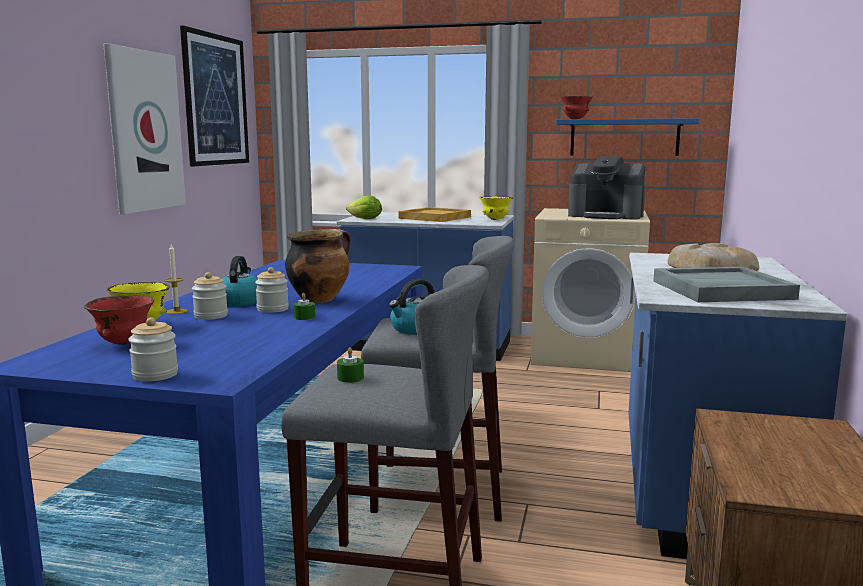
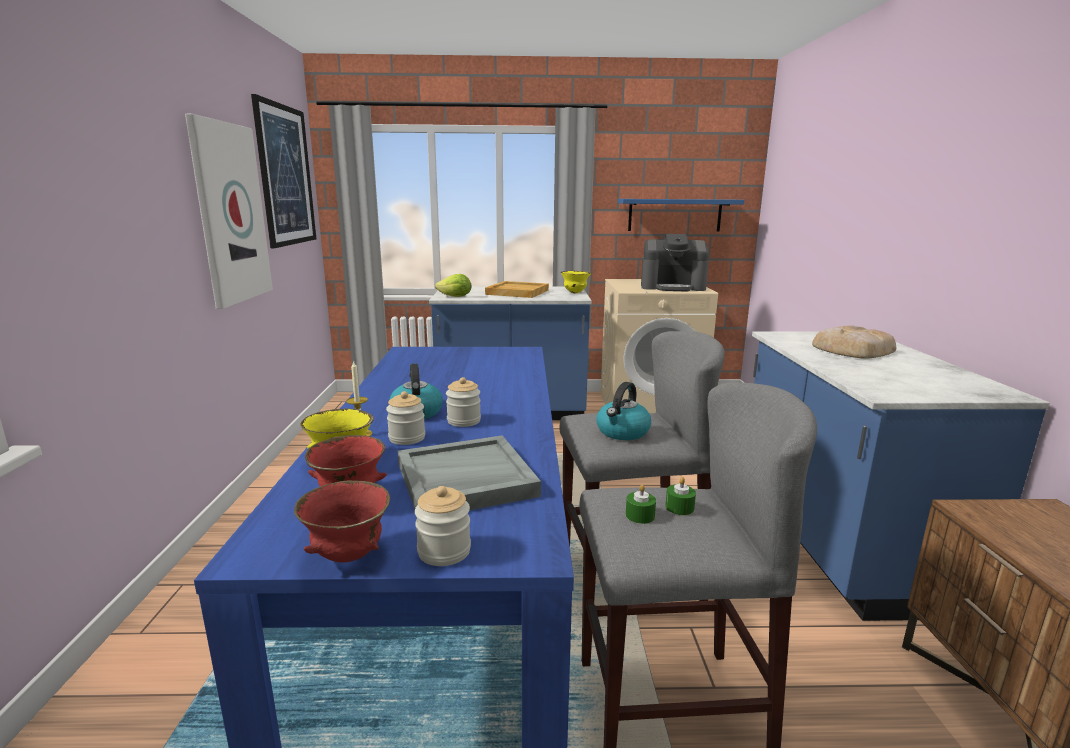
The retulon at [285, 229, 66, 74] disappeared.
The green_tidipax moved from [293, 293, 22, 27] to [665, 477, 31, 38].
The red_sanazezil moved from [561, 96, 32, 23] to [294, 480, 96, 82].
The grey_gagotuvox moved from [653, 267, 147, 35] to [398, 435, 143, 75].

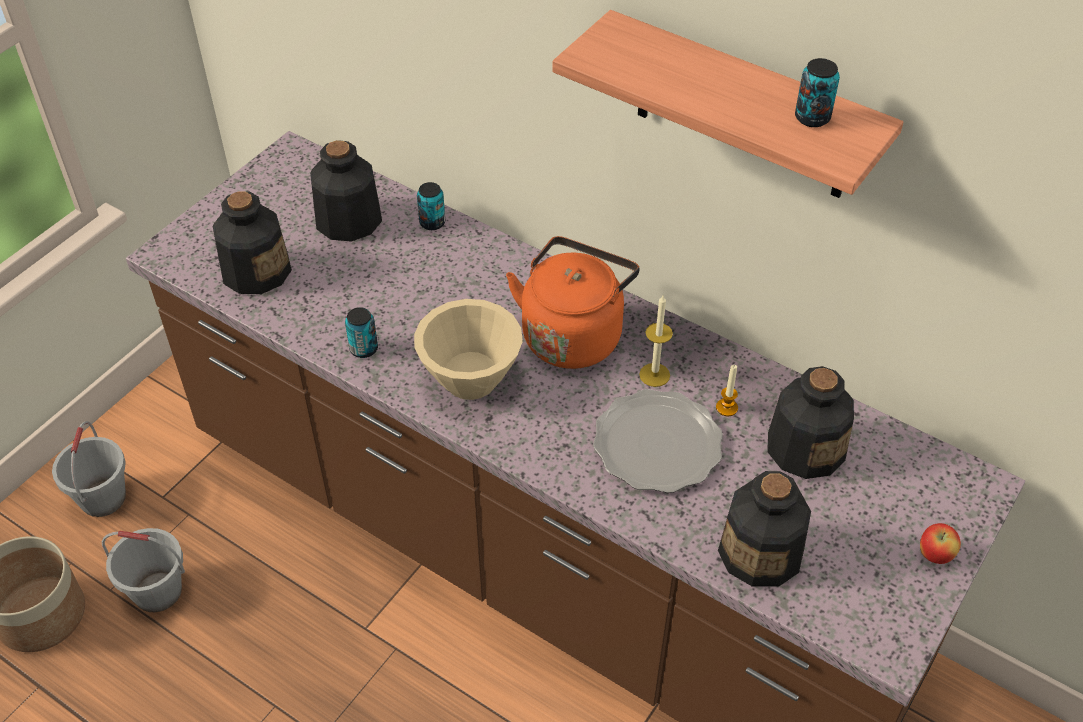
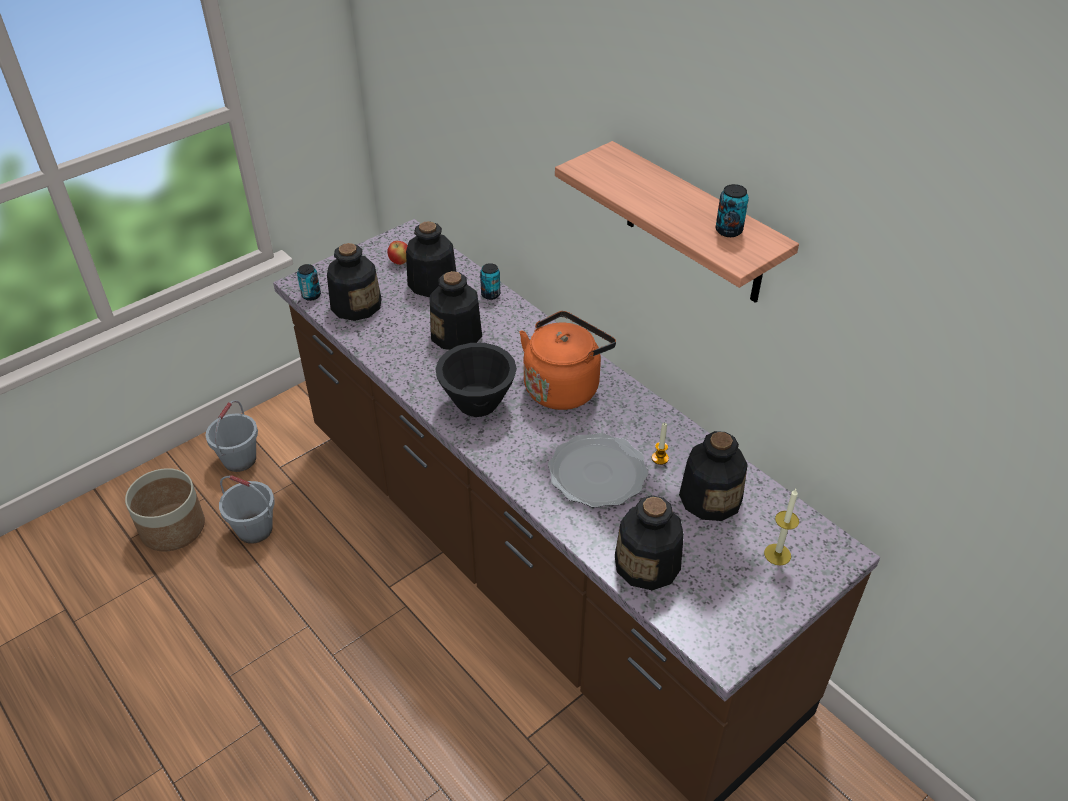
The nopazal moved from [345, 307, 33, 51] to [297, 264, 24, 37].
The beige_sanazezil at [414, 299, 109, 101] became the black_sanazezil at [435, 343, 82, 74].
The tidipax moved from [639, 295, 34, 92] to [764, 489, 35, 77].
The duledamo moved from [920, 523, 41, 41] to [387, 241, 21, 24].
The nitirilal at [430, 271, 52, 79] appeared.

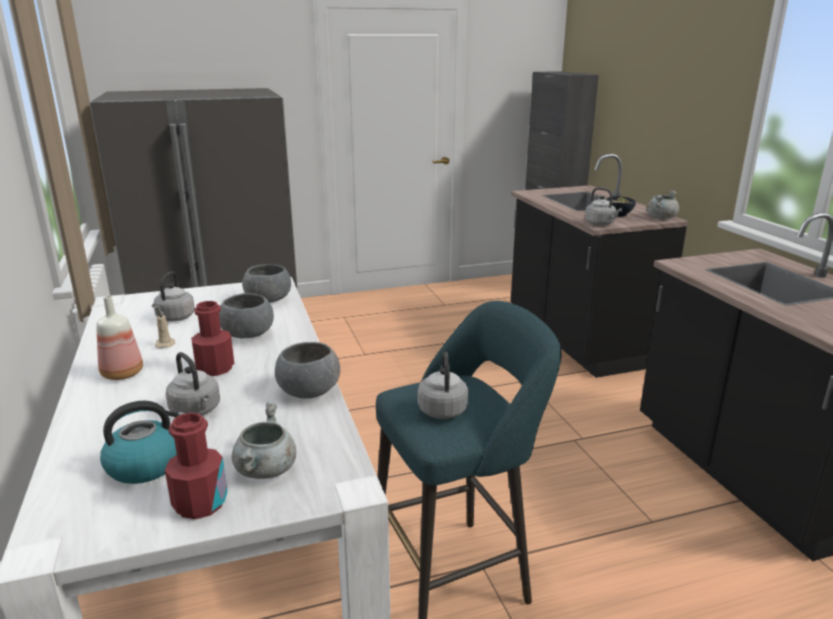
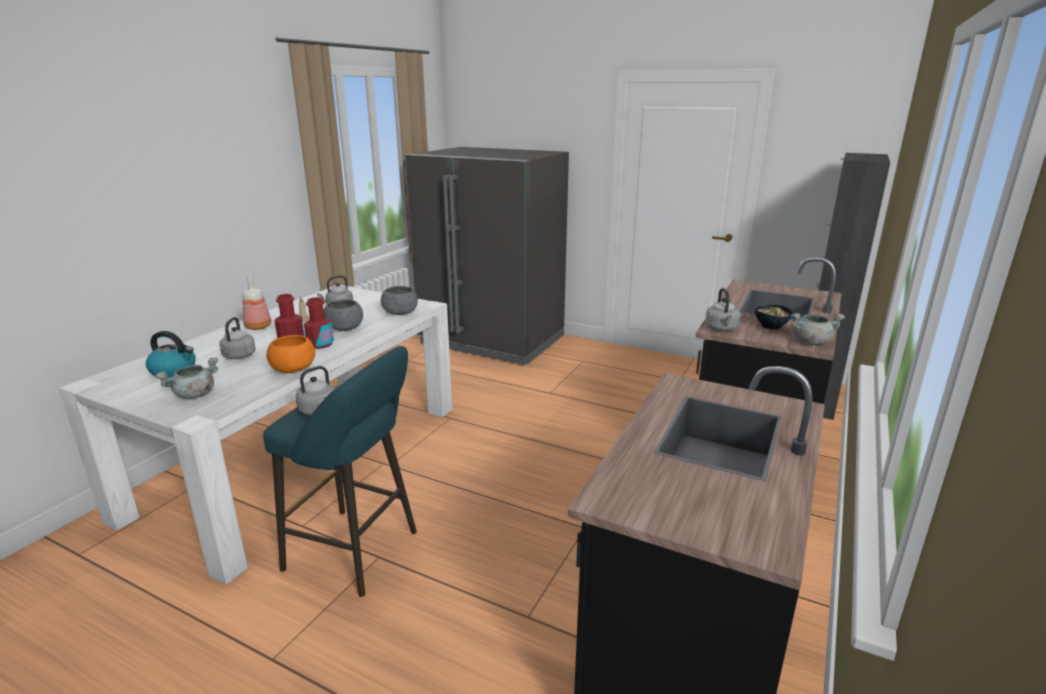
The red_nitirilal moved from [165, 413, 62, 106] to [304, 297, 30, 52].
The grey_sanazezil at [275, 342, 65, 57] became the orange_sanazezil at [266, 335, 49, 38].

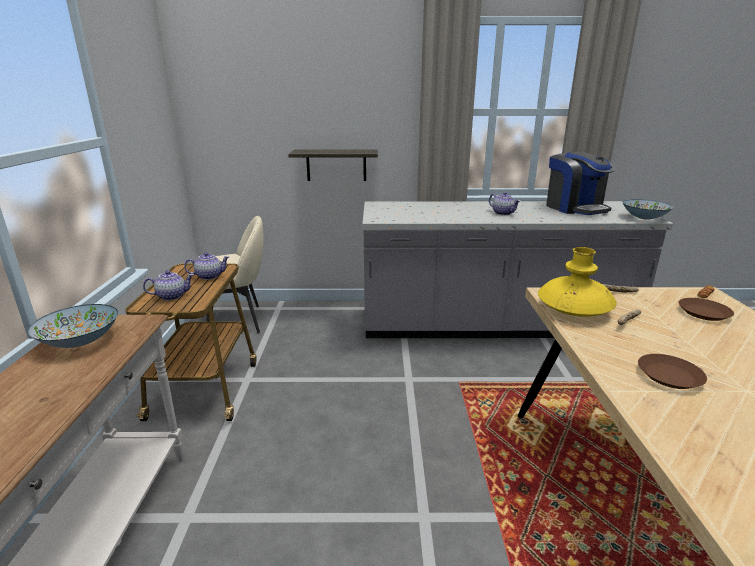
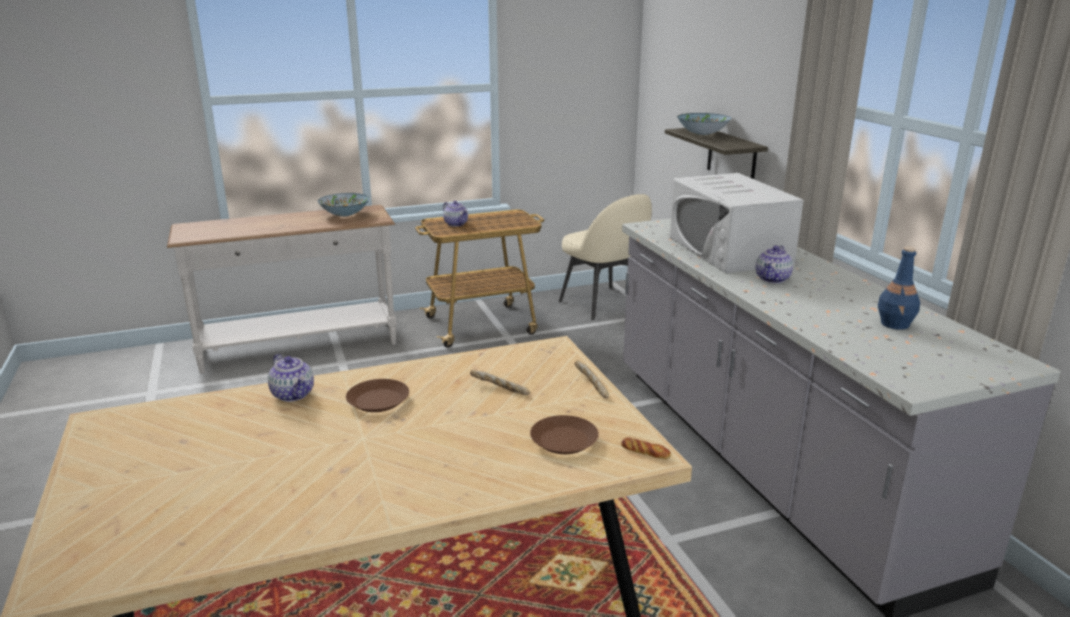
The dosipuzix moved from [184, 252, 45, 28] to [268, 354, 46, 48].
The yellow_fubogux at [538, 247, 79, 70] disappeared.
The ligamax at [546, 151, 69, 64] was replaced by the blue_nitirilal at [878, 246, 42, 84].
The sanazezil moved from [622, 199, 52, 21] to [677, 113, 54, 22].
The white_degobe at [670, 173, 134, 100] appeared.

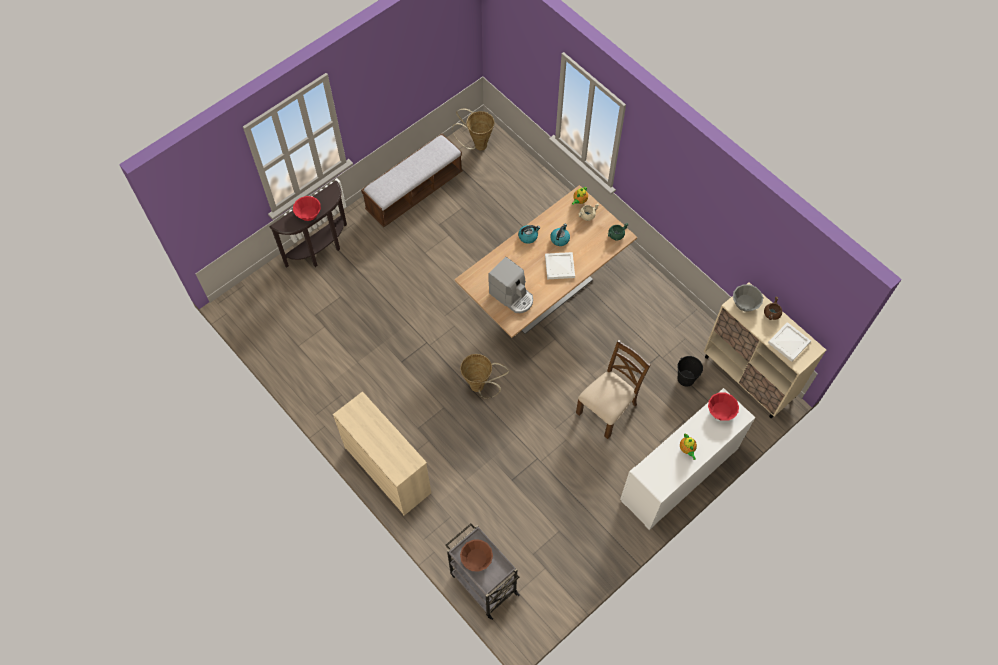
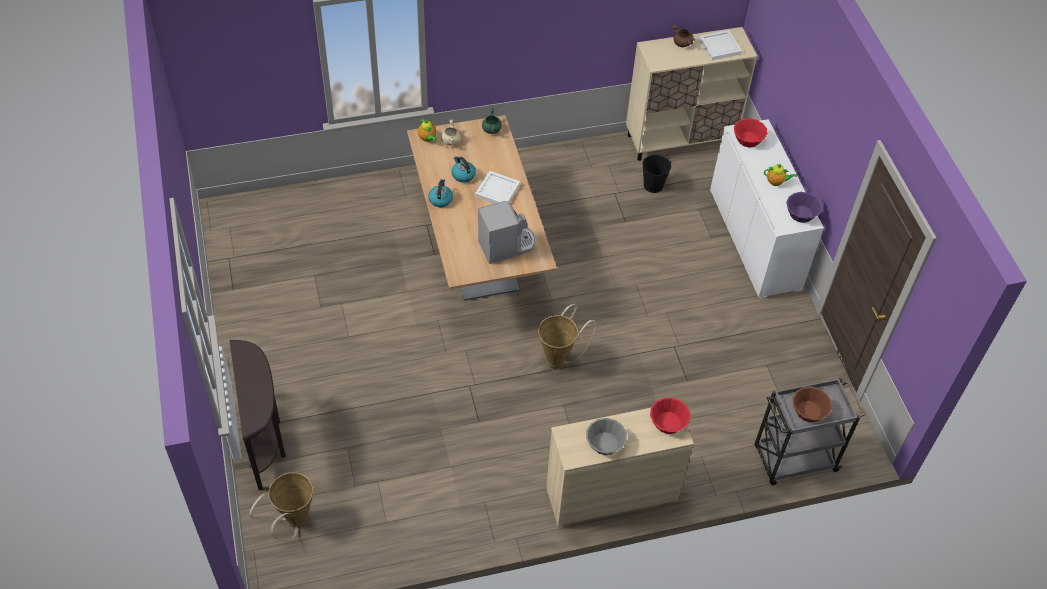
The red_sanazezil moved from [293, 196, 28, 25] to [650, 398, 41, 36].
The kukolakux at [361, 134, 102, 93] disappeared.
The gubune moved from [452, 108, 42, 43] to [249, 472, 64, 69].
The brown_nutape at [576, 340, 75, 99] disappeared.
The grey_sanazezil moved from [733, 284, 30, 28] to [586, 418, 41, 37].
The purple_sanazezil at [786, 192, 36, 31] appeared.

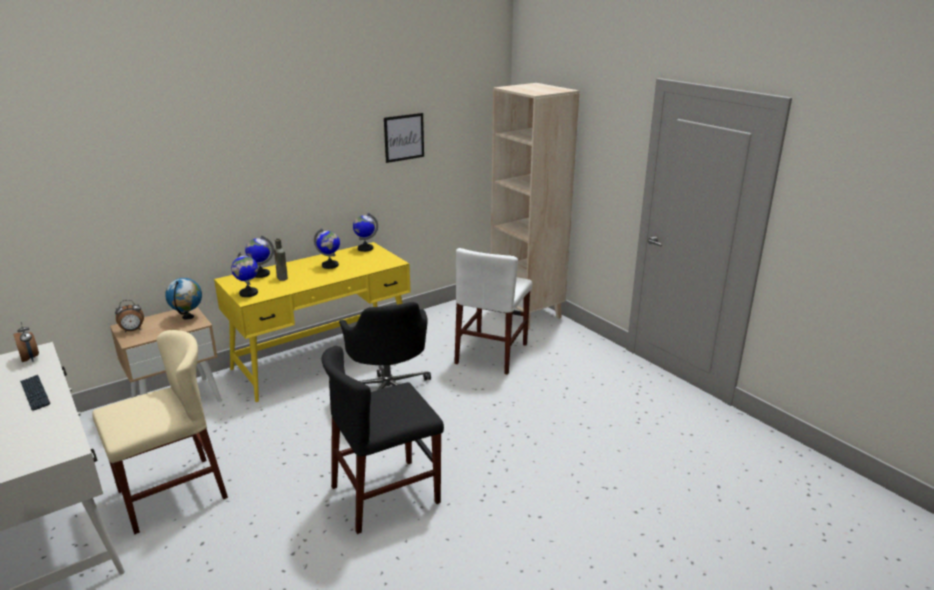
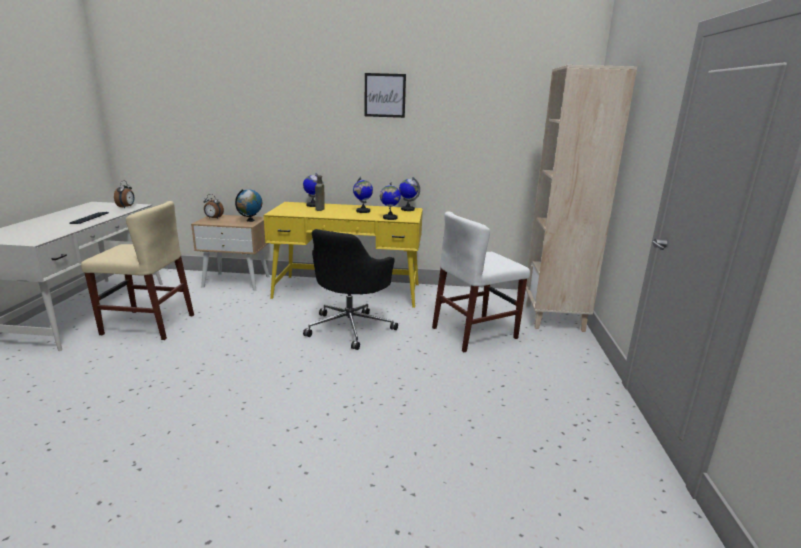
The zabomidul moved from [231, 252, 27, 45] to [380, 182, 21, 38].
The black_nutape at [322, 346, 122, 188] disappeared.
The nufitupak moved from [384, 113, 40, 50] to [365, 73, 41, 45].

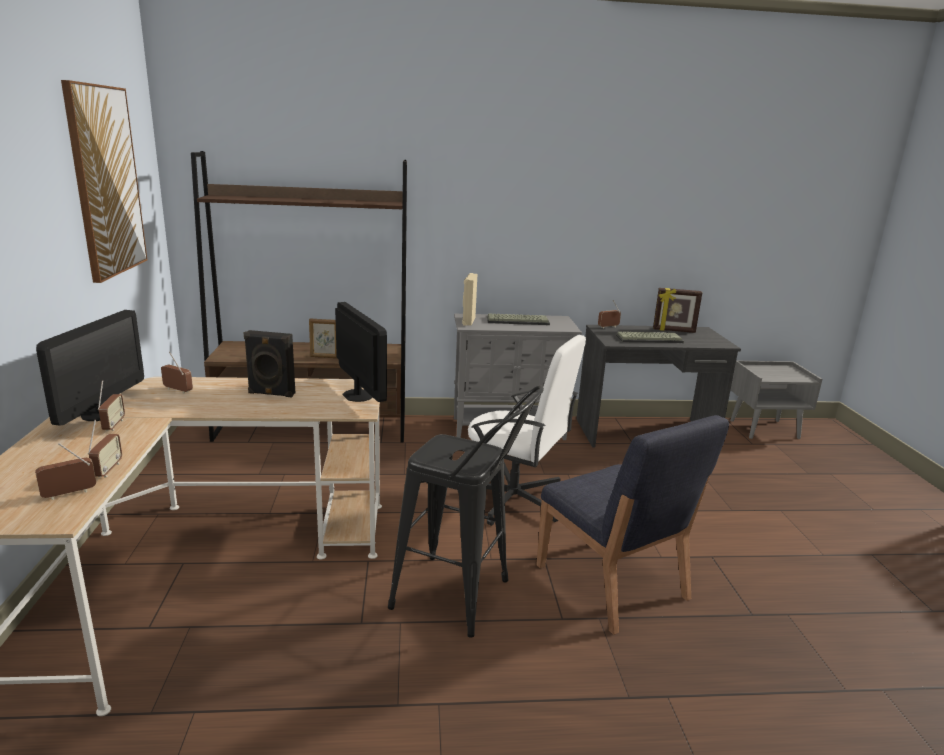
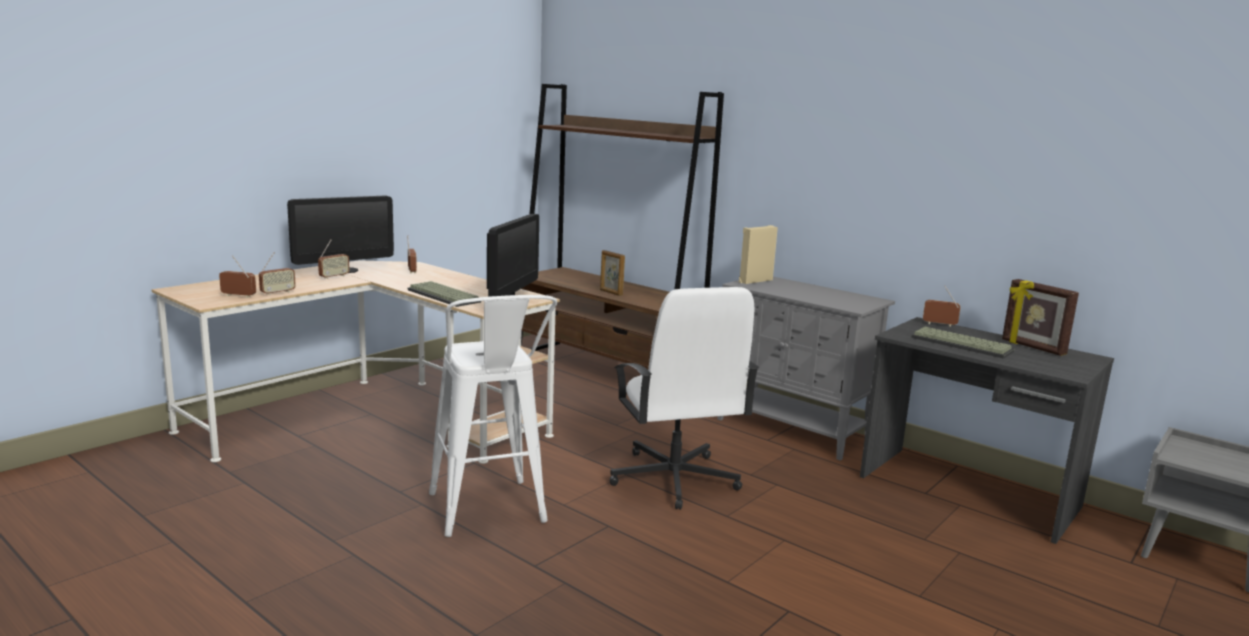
The nufitupak at [61, 80, 86, 203] disappeared.
The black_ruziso at [244, 330, 51, 67] disappeared.
The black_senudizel at [388, 385, 156, 253] became the white_senudizel at [429, 295, 128, 242].
The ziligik moved from [487, 313, 63, 12] to [408, 281, 73, 26].
The blue_nutape at [536, 415, 193, 220] disappeared.

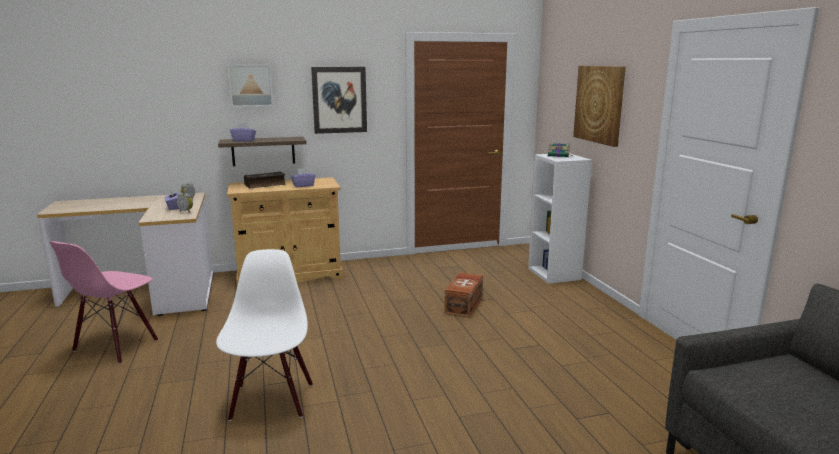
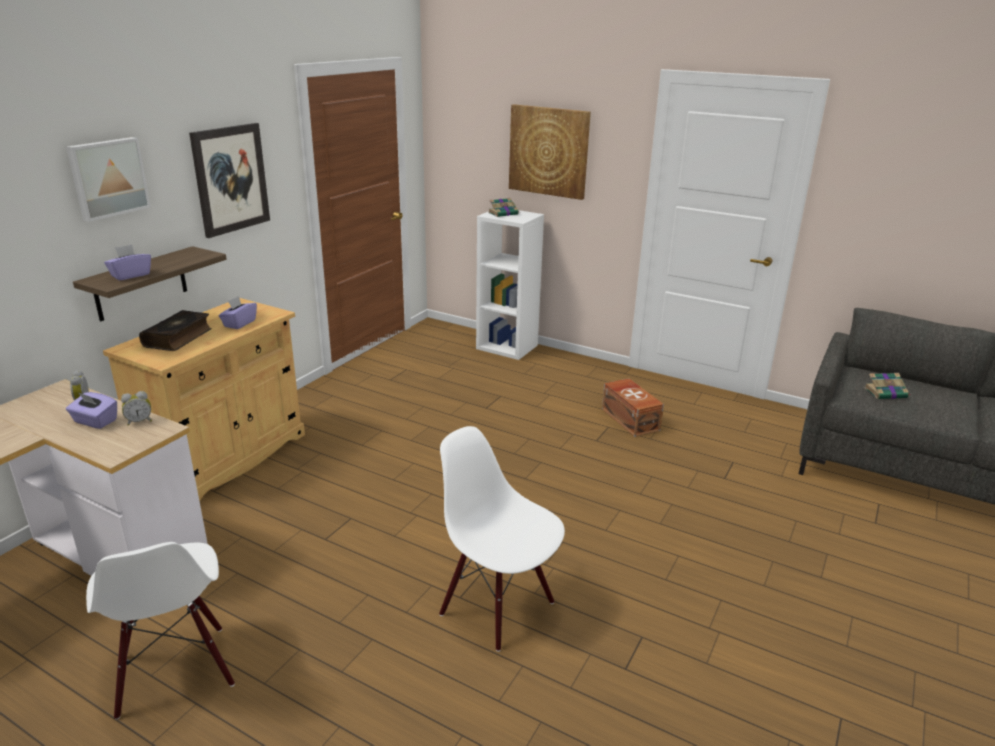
The pink_nutape at [49, 241, 109, 123] became the white_nutape at [86, 542, 149, 178].
The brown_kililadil moved from [445, 272, 38, 46] to [602, 378, 62, 59].
The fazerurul at [864, 373, 47, 26] appeared.

